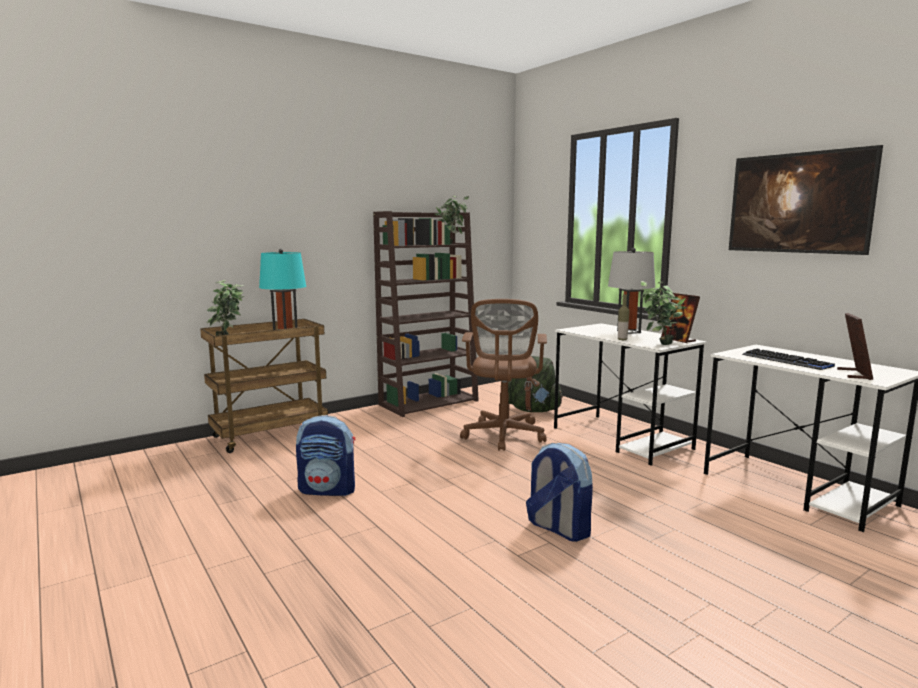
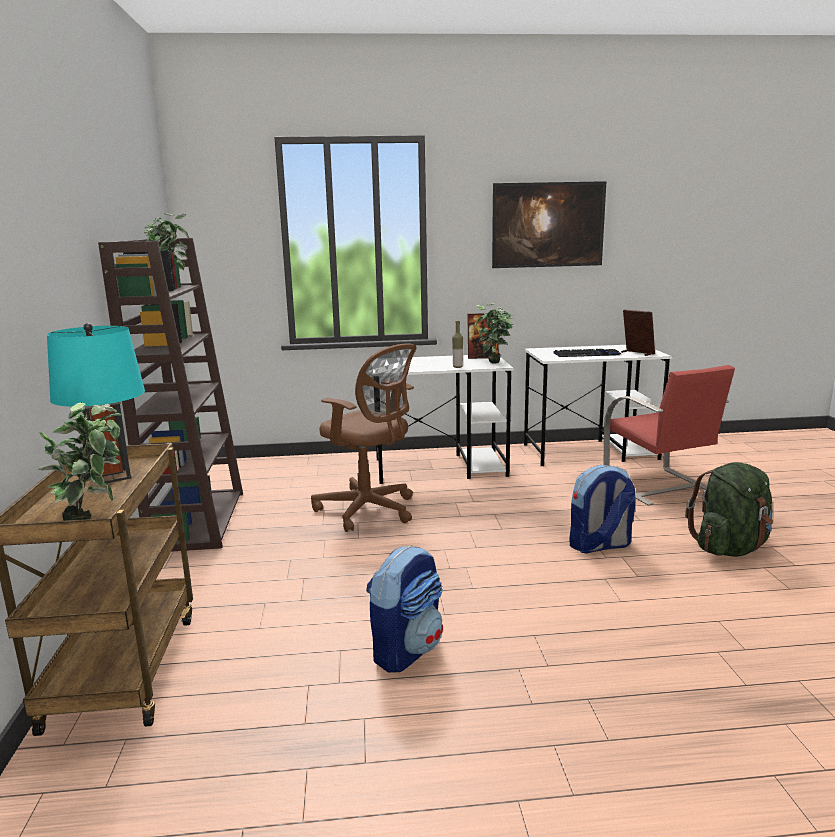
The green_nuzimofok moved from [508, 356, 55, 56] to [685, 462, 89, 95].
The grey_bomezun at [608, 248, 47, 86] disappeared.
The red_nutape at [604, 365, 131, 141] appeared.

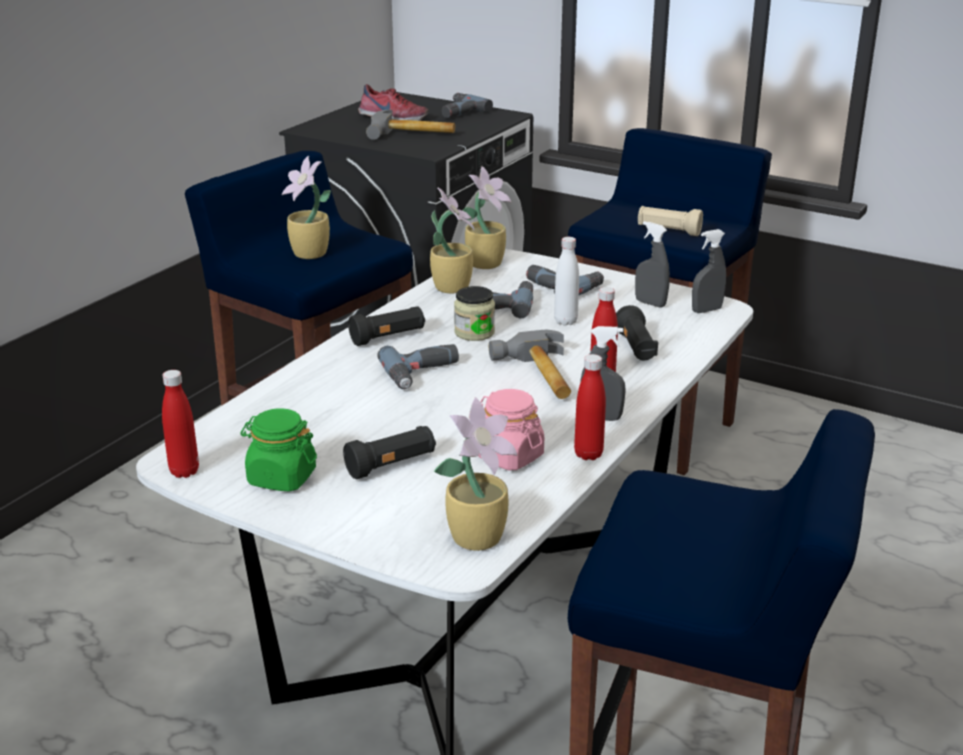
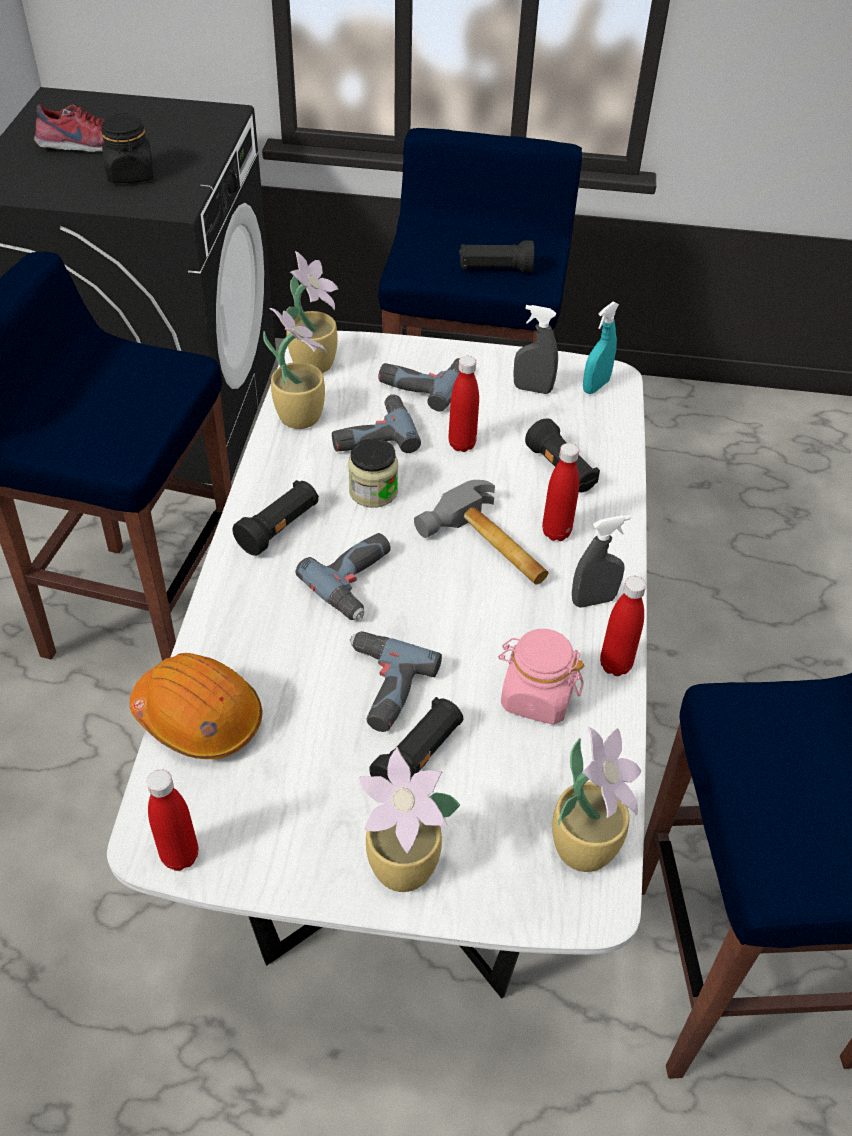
The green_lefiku at [241, 408, 76, 84] disappeared.
The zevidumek moved from [282, 156, 49, 103] to [359, 747, 101, 145].
The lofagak at [366, 110, 89, 30] was replaced by the black_lefiku at [101, 113, 53, 70].
The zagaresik moved from [442, 93, 51, 25] to [350, 631, 92, 101].
The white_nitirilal at [554, 237, 25, 89] became the red_nitirilal at [448, 356, 31, 96].
The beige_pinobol at [638, 206, 65, 30] became the black_pinobol at [459, 240, 75, 32].
The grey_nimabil at [692, 229, 34, 84] became the turquoise_nimabil at [583, 302, 36, 92].
The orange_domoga at [130, 653, 132, 106] appeared.

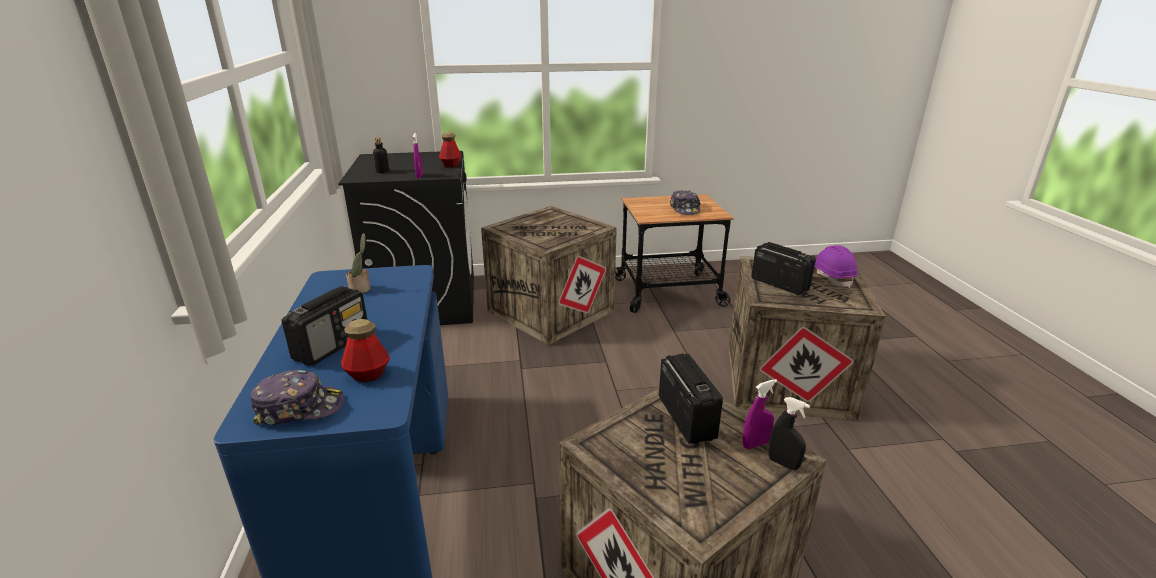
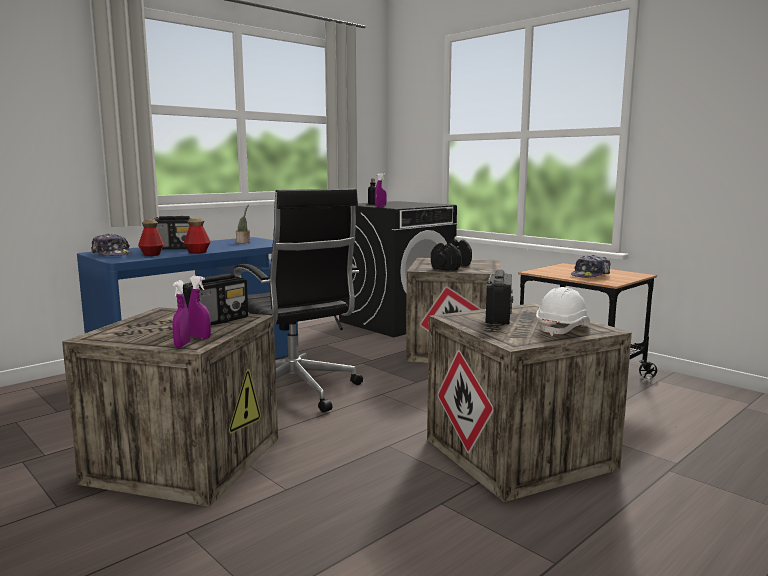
The nitirilal moved from [439, 132, 22, 36] to [183, 218, 28, 36].
The black_nimabil at [769, 397, 41, 73] became the purple_nimabil at [172, 280, 19, 68].
The purple_domoga at [814, 245, 44, 43] became the white_domoga at [536, 287, 54, 49].
The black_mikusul at [234, 188, 129, 225] appeared.
The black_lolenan at [431, 239, 41, 32] appeared.

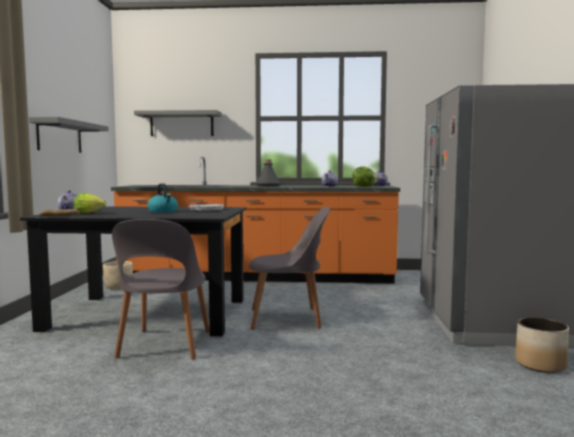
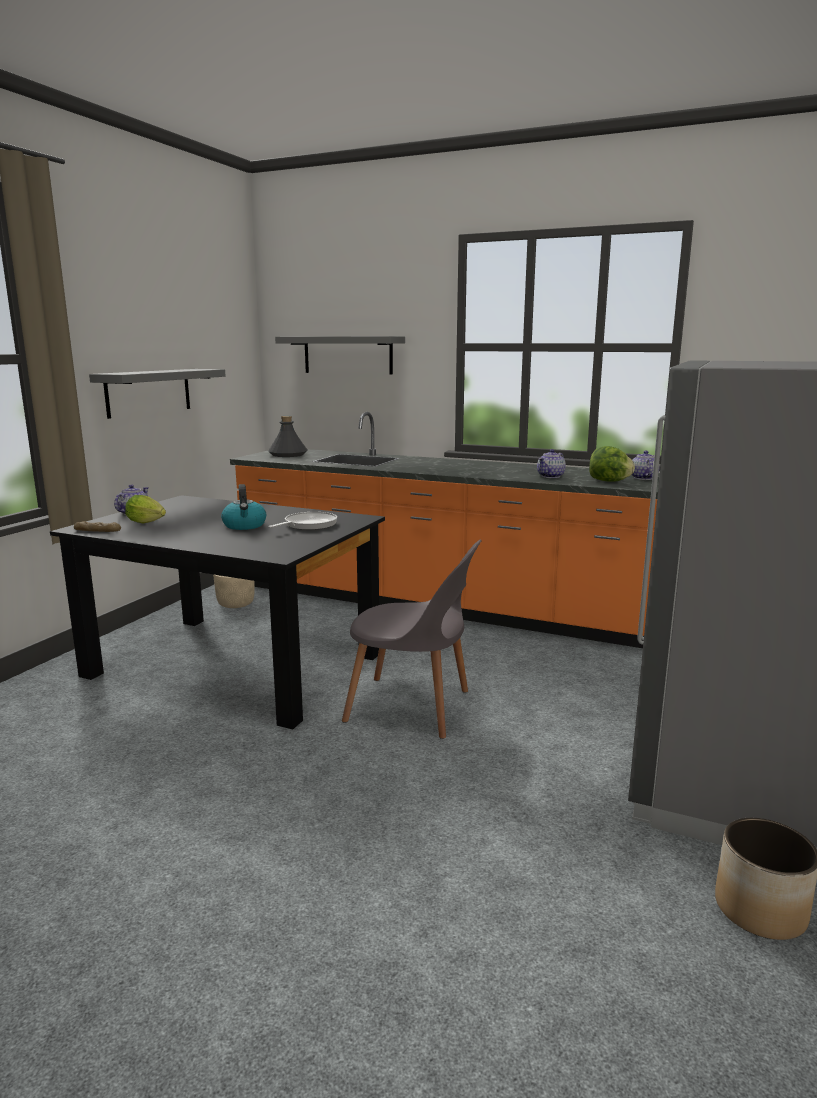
The grey_nutape at [112, 219, 98, 140] disappeared.
The grey_nitirilal moved from [255, 160, 26, 27] to [268, 416, 39, 41].

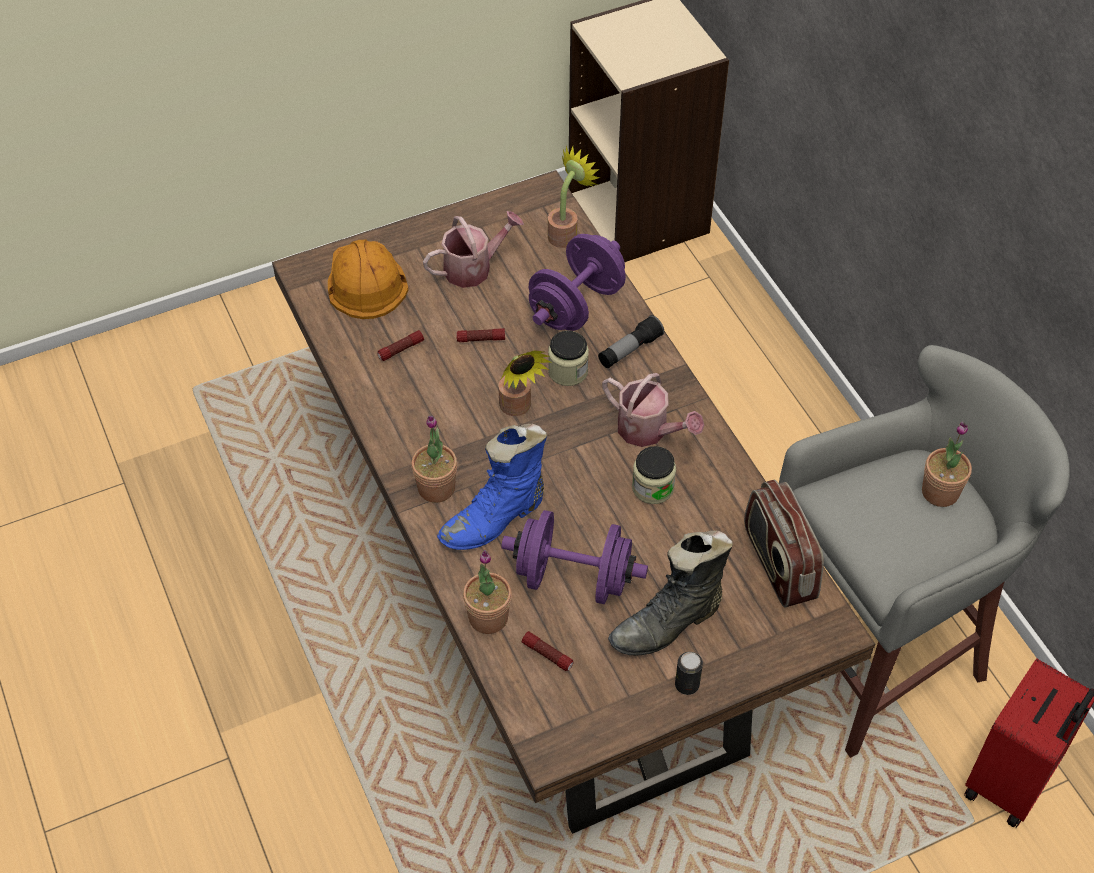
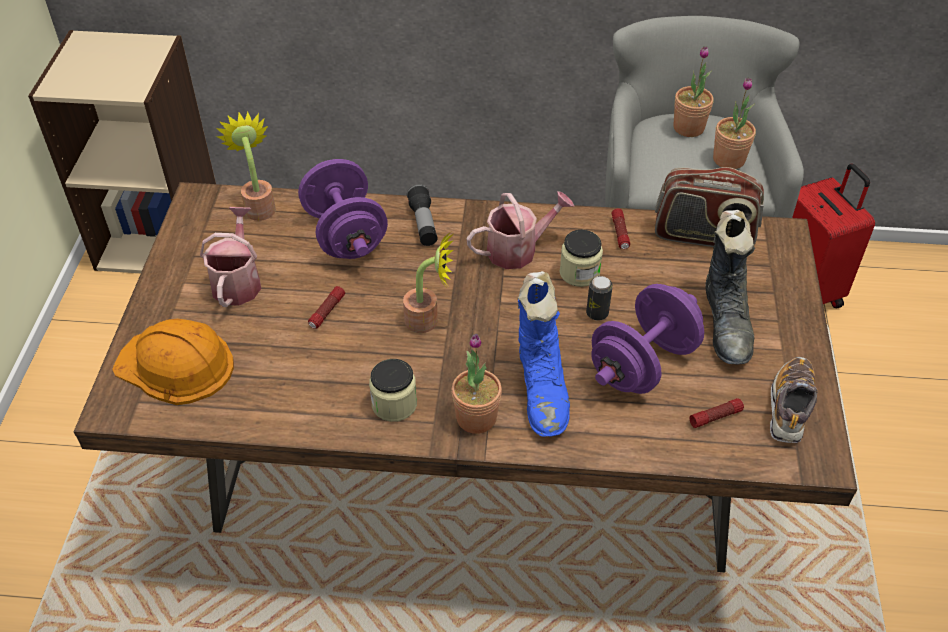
The pinobol moved from [377, 330, 47, 31] to [612, 209, 18, 40].
The zevidumek moved from [463, 550, 49, 84] to [713, 78, 43, 91].
The lefiku moved from [548, 331, 41, 55] to [369, 359, 48, 63].
The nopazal moved from [675, 652, 28, 43] to [586, 276, 27, 44].
The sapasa at [770, 357, 48, 86] appeared.

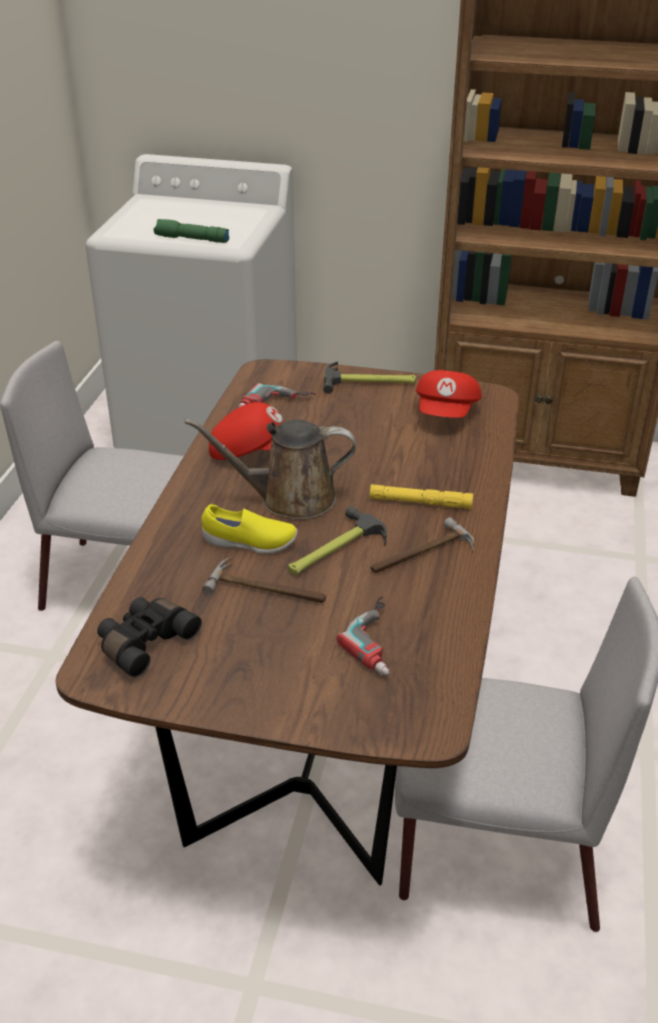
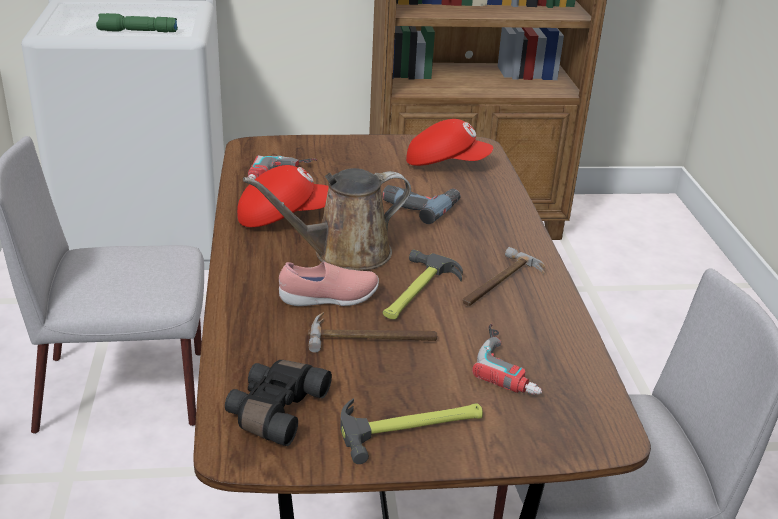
The yellow_sapasa at [201, 504, 97, 50] became the pink_sapasa at [279, 262, 100, 44].
The lofagak moved from [323, 361, 93, 33] to [340, 398, 143, 66].
The yellow_pinobol at [370, 484, 103, 25] disappeared.
The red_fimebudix at [416, 370, 66, 48] turned 75 degrees counterclockwise.
The zagaresik at [382, 185, 78, 39] appeared.

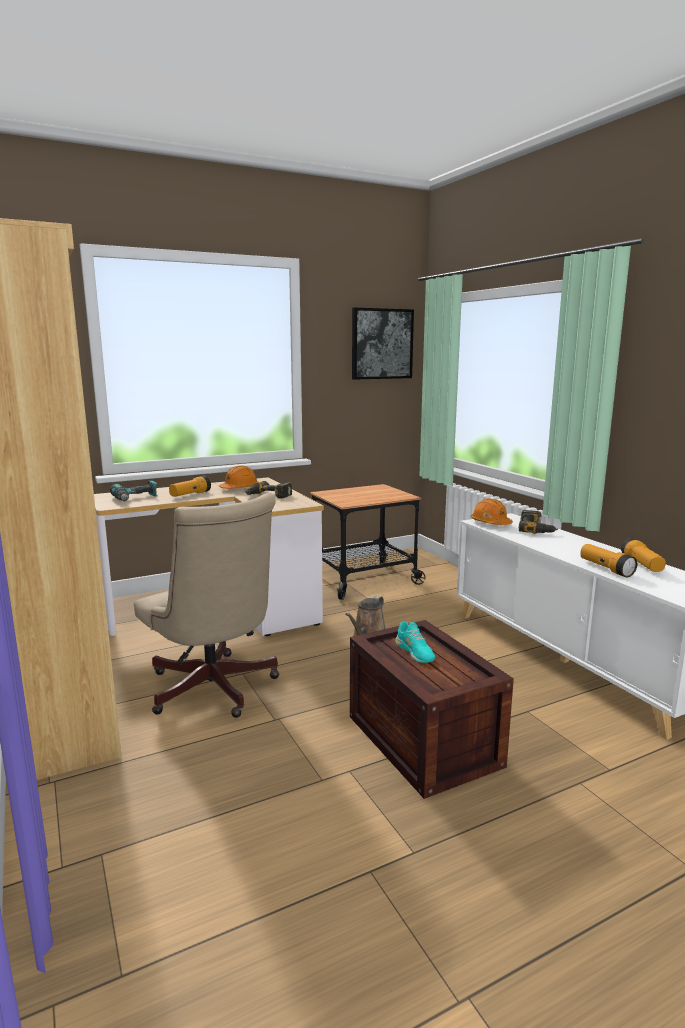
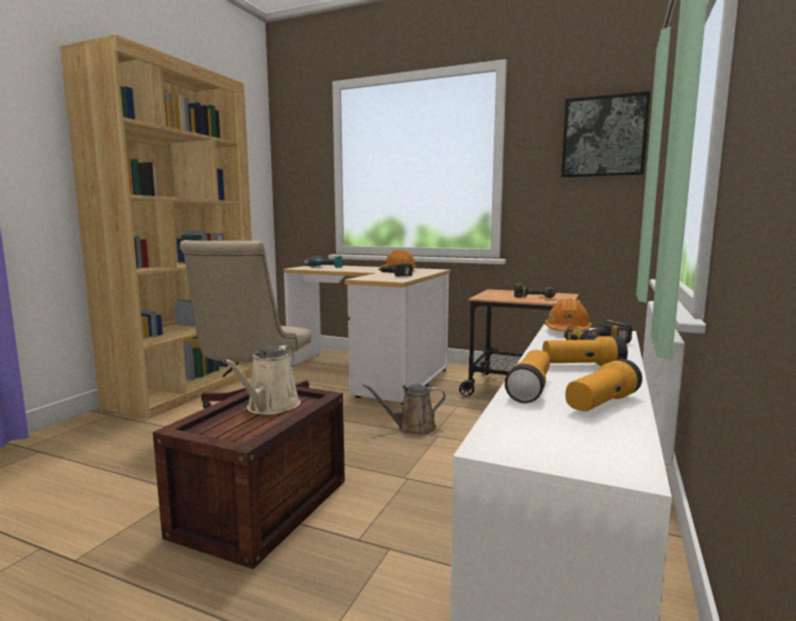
The pinobol moved from [169, 476, 42, 21] to [542, 336, 86, 30].
The turquoise_sapasa at [395, 621, 40, 42] was replaced by the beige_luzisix at [223, 345, 77, 70].
The zagaresik at [514, 284, 42, 14] appeared.

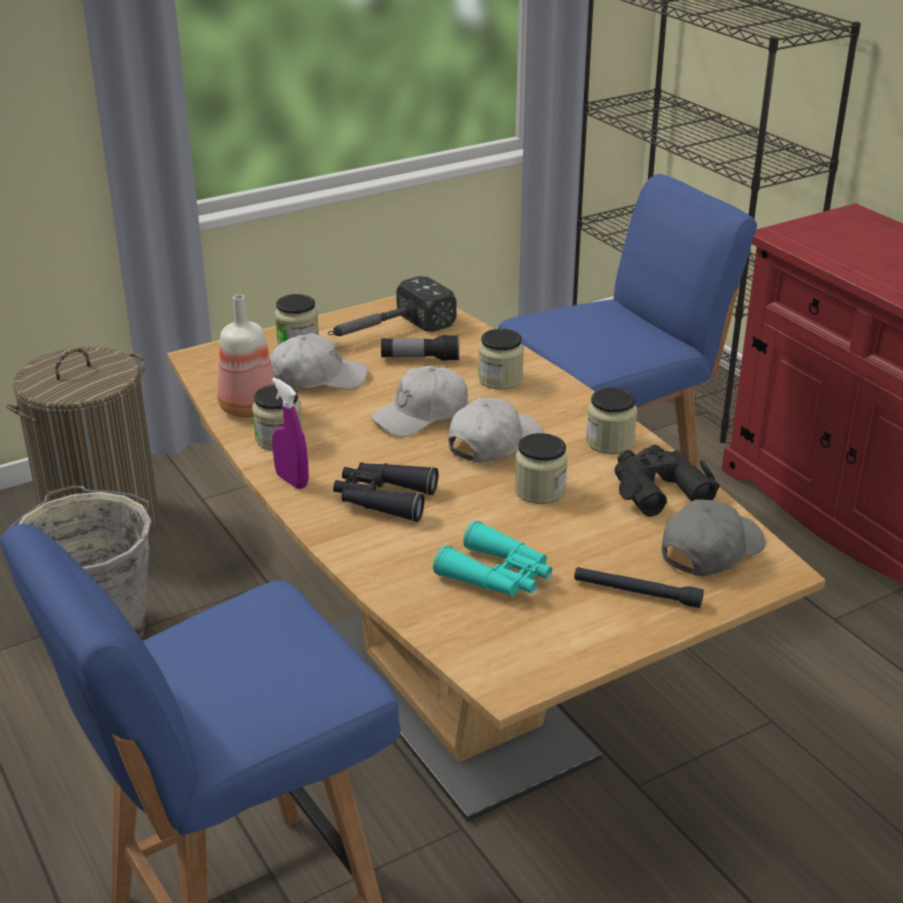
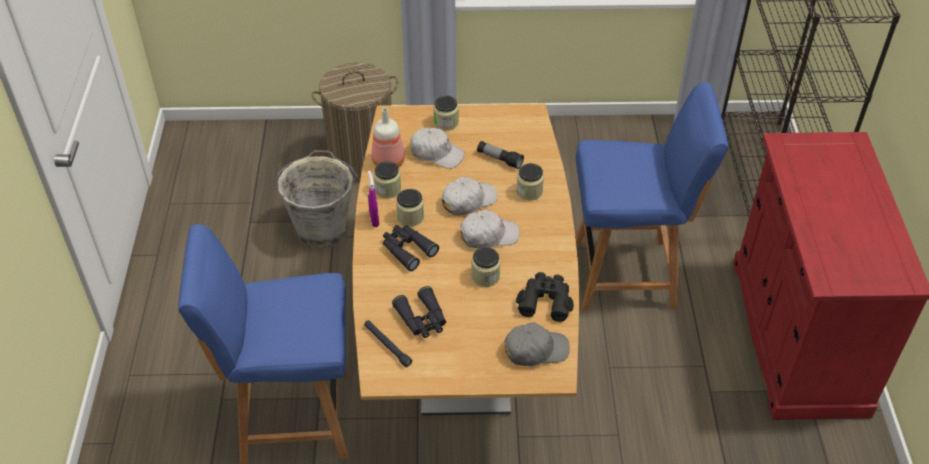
The lofagak at [328, 276, 129, 60] disappeared.
The white_fimebudix at [371, 366, 97, 71] turned 150 degrees clockwise.
The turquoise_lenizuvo at [433, 521, 119, 75] became the black_lenizuvo at [392, 286, 54, 52].
The black_pinobol moved from [574, 567, 130, 41] to [364, 320, 48, 47].
The lefiku moved from [586, 387, 51, 67] to [396, 189, 28, 38].

